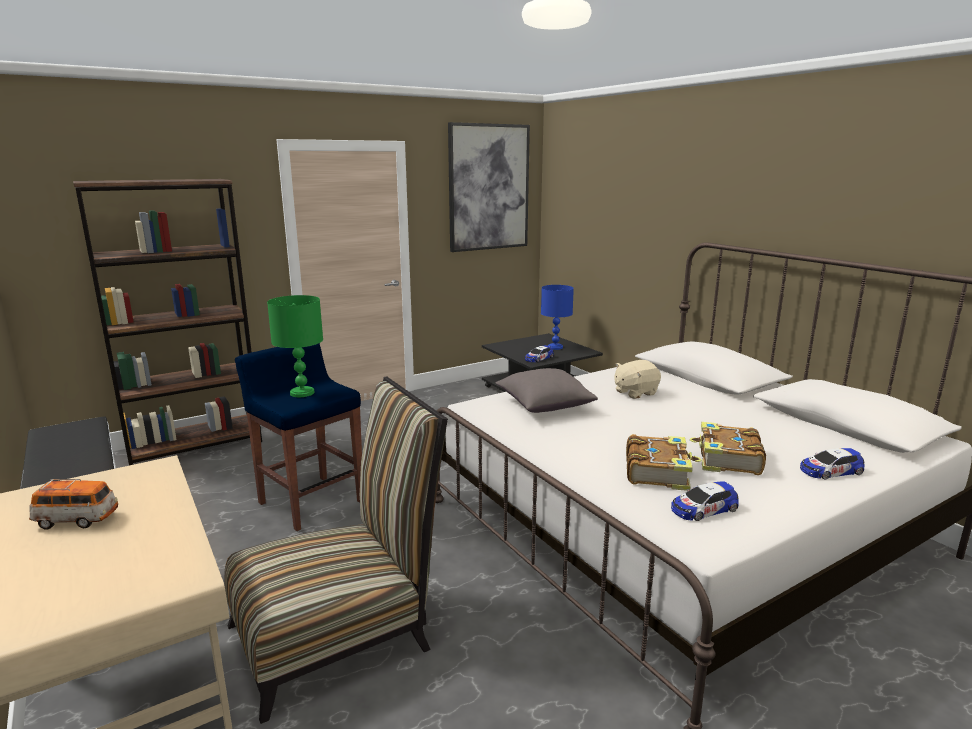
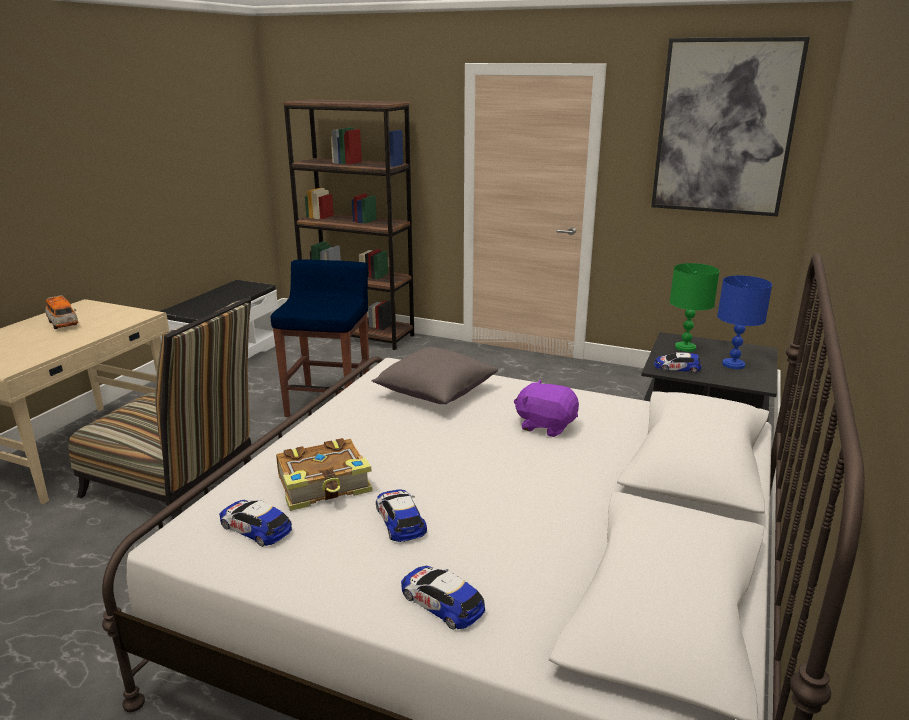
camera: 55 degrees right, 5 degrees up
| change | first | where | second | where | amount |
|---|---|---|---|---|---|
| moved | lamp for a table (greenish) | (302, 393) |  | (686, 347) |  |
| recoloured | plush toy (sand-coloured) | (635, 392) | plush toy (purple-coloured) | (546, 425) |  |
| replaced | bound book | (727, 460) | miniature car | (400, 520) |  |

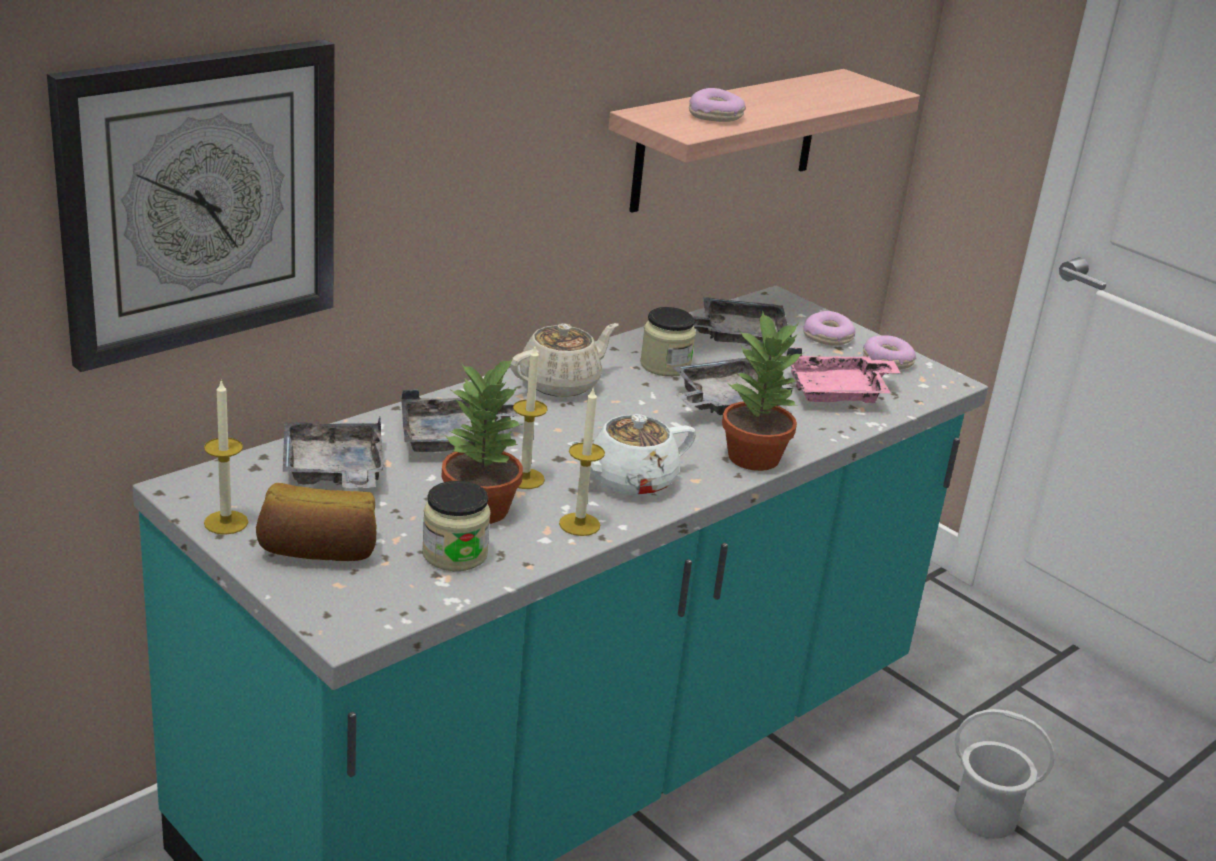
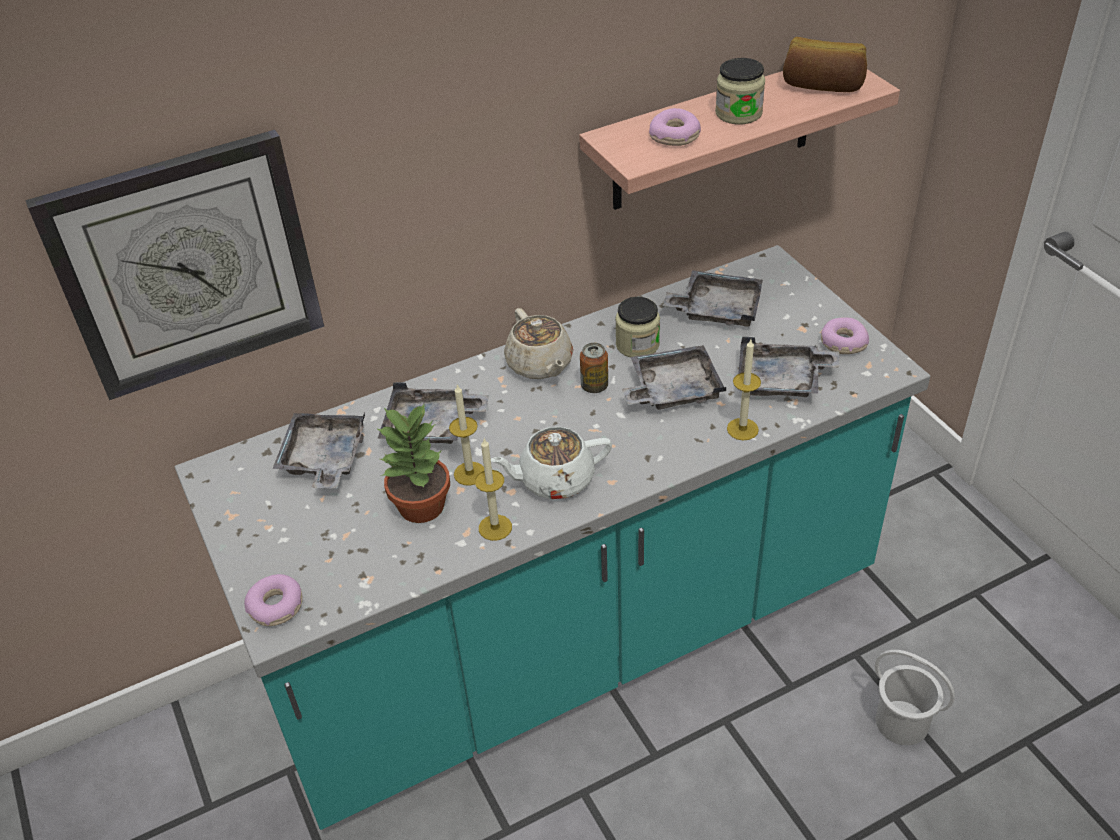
camera: 20 degrees right, 15 degrees up
| change | first | where | second | where | amount |
|---|---|---|---|---|---|
| moved | wax candle | (226, 522) |  | (742, 429) |  |
| moved | baked bread | (318, 551) |  | (822, 86) |  |
| moved | storage jar | (454, 554) |  | (738, 113) |  |
| turned | pot for tea (sand-coloured) | (561, 383) |  | (540, 365) | 90 degrees clockwise |
| removed | houseplant | (754, 457) |  |  |  |
| recoloured | carrying tray (pink) | (839, 393) | carrying tray (greyish) | (781, 381) |  |
| moved | ring doughnut | (828, 337) |  | (276, 606) |  |
| added |  |  | can | (594, 386) |  |

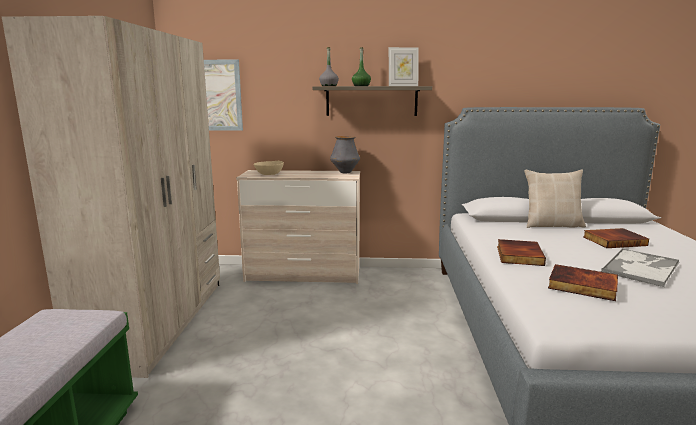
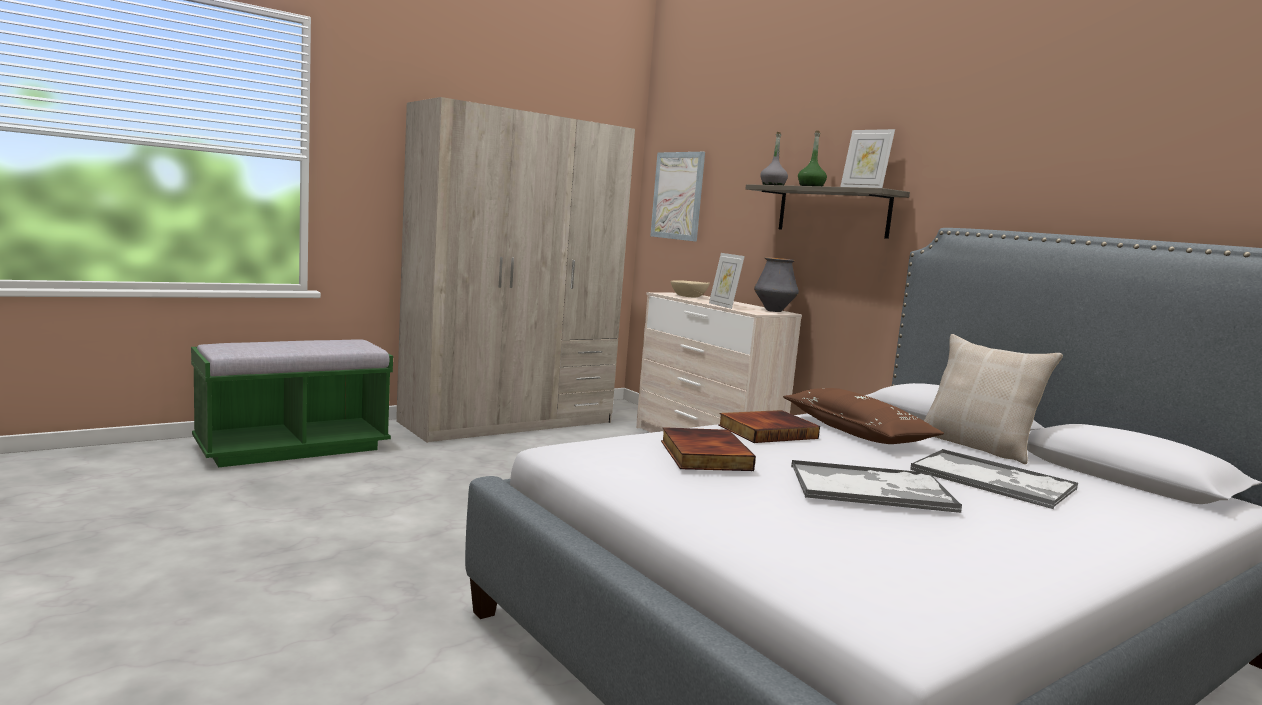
camera: 50 degrees right, 5 degrees down
| change | first | where | second | where | amount |
|---|---|---|---|---|---|
| replaced | bound book | (614, 241) | carrying tray | (993, 480) |  |
| added |  |  | photo frame | (723, 306) |  |
| added |  |  | pillow (brownish) | (856, 431) |  |

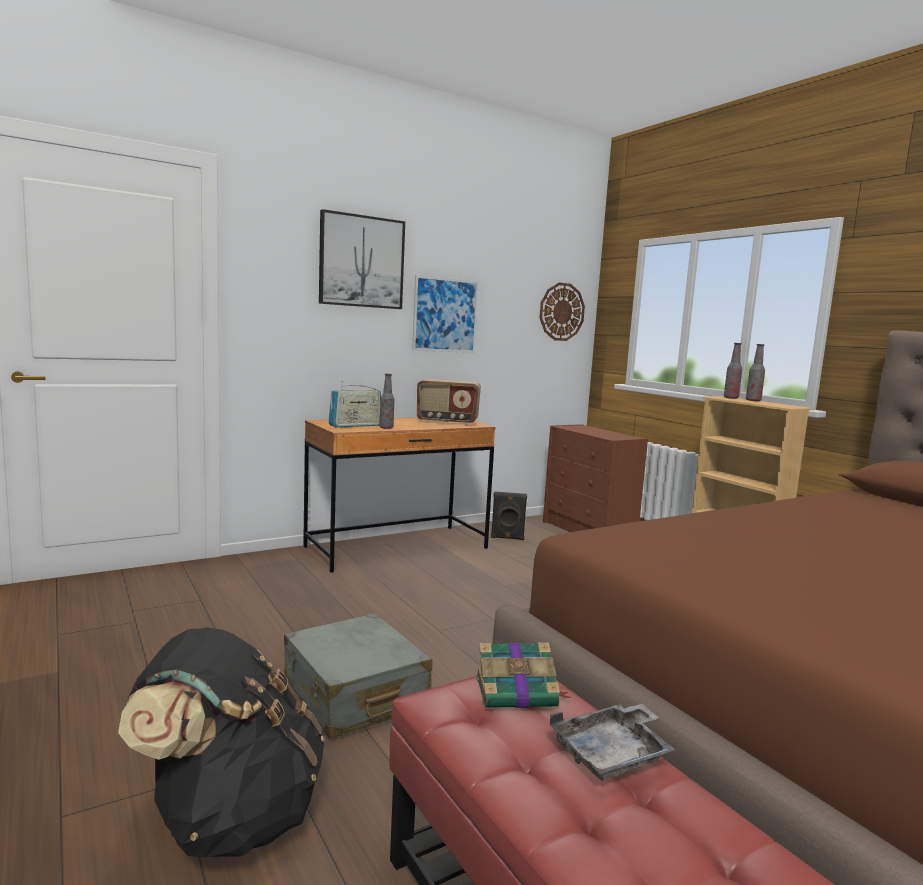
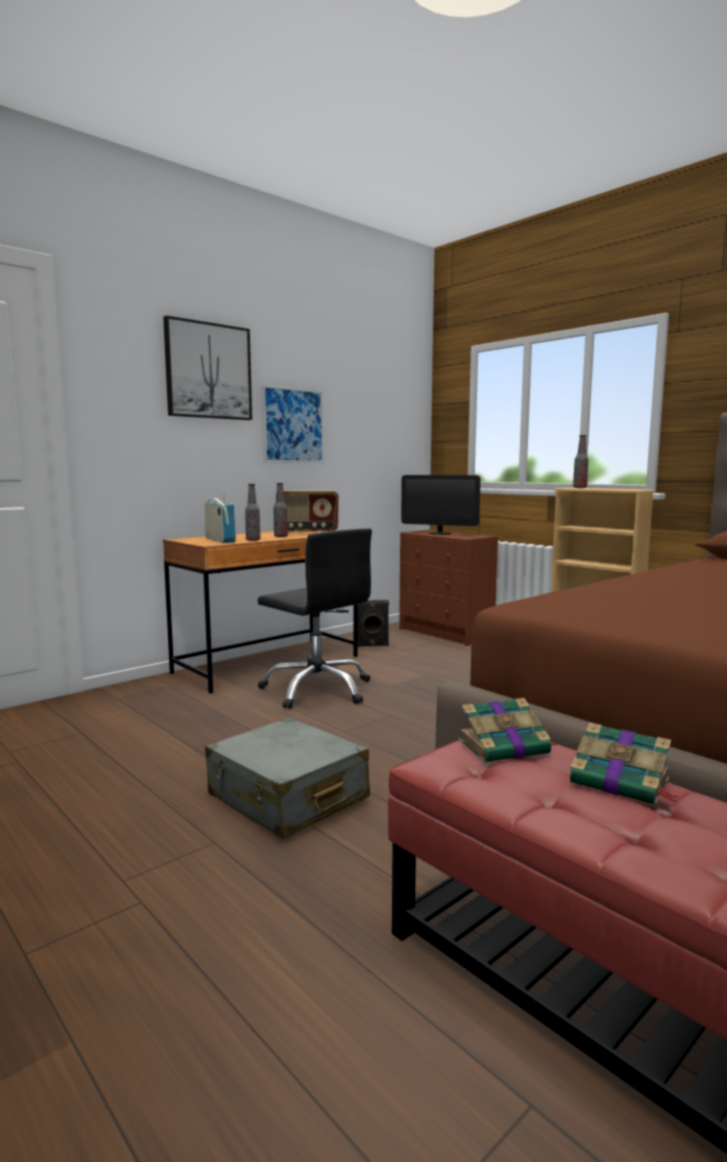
camera: 10 degrees left, 0 degrees up
| change | first | where | second | where | amount |
|---|---|---|---|---|---|
| removed | rucksack (blackish) | (230, 818) |  |  |  |
| turned | radio | (355, 425) |  | (220, 540) | 75 degrees counterclockwise |
| removed | clock on the wall | (561, 312) |  |  |  |
| replaced | carrying tray (greyish) | (612, 754) | bound book | (622, 782) |  |
| moved | bottle | (753, 400) |  | (280, 536) |  |
| added |  |  | computer chair (blackish) | (317, 690) |  |
| added |  |  | computer display | (439, 533) |  |

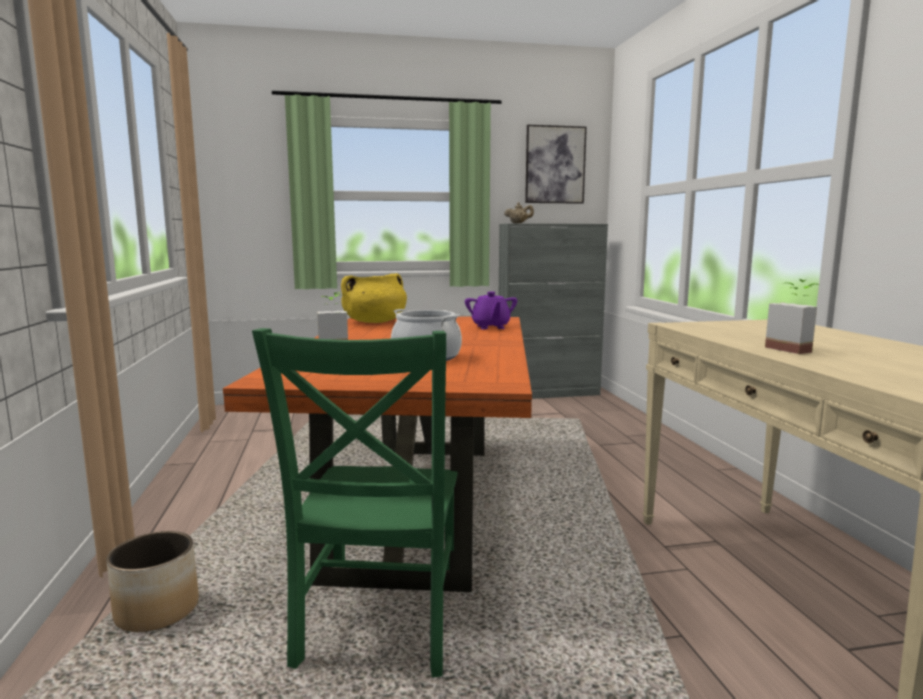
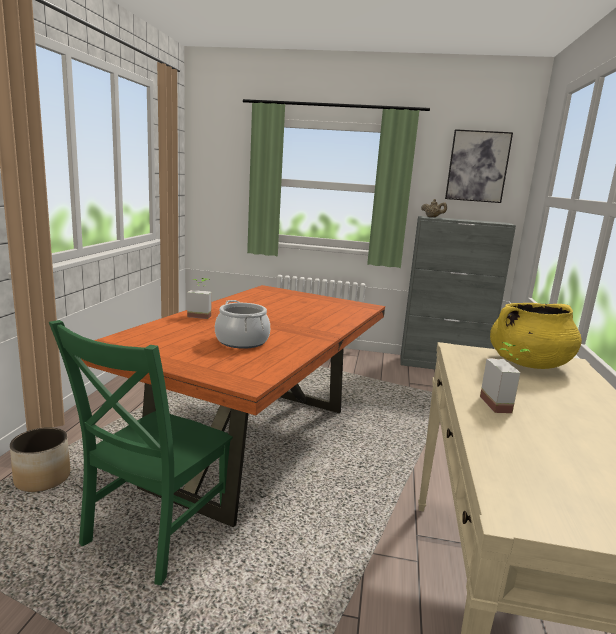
camera: 20 degrees right, 5 degrees up
| change | first | where | second | where | amount |
|---|---|---|---|---|---|
| moved | cooking pot (yellow) | (374, 322) |  | (528, 364) |  |
| removed | pot for tea (purple-coloured) | (490, 327) |  |  |  |

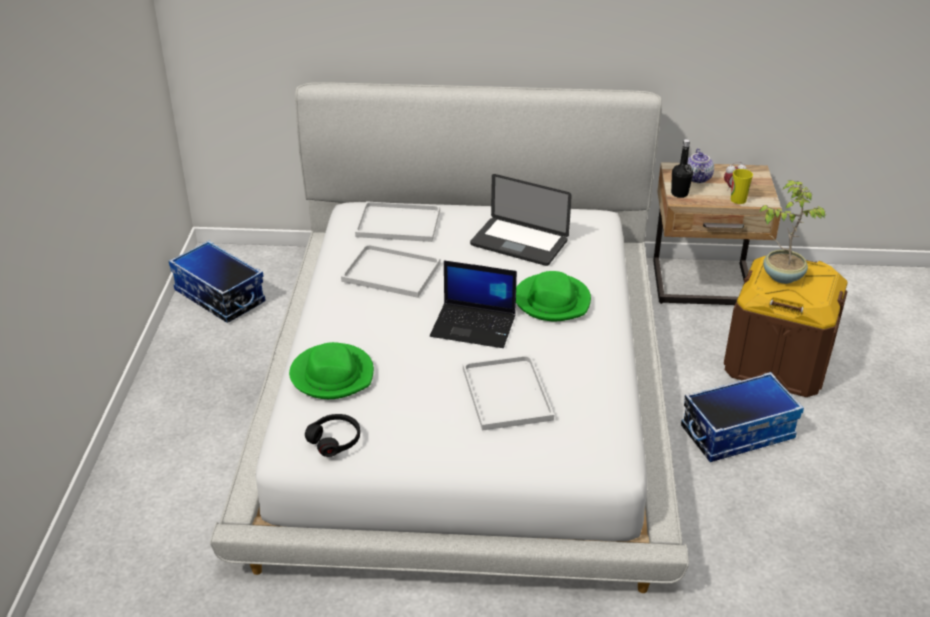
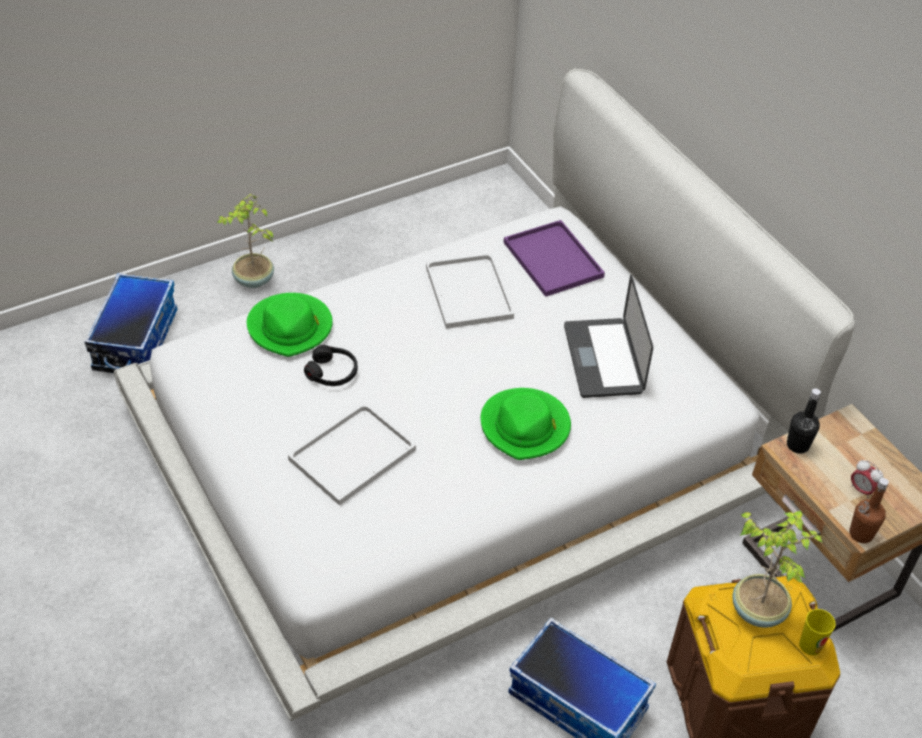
camera: 55 degrees right, 10 degrees up
| change | first | where | second | where | amount |
|---|---|---|---|---|---|
| moved | storage container | (219, 297) |  | (135, 340) |  |
| moved | headset (blackish) | (335, 440) |  | (332, 372) |  |
| recoloured | carrying tray (white) | (396, 224) | carrying tray (purple-coloured) | (551, 258) |  |
| removed | laptop | (474, 325) |  |  |  |
| removed | pot for tea | (698, 178) |  |  |  |
| moved | drinking cup | (738, 200) |  | (810, 645) |  |
| added |  |  | houseplant | (253, 280) |  |
| added |  |  | bottle (brownish) | (861, 534) |  |

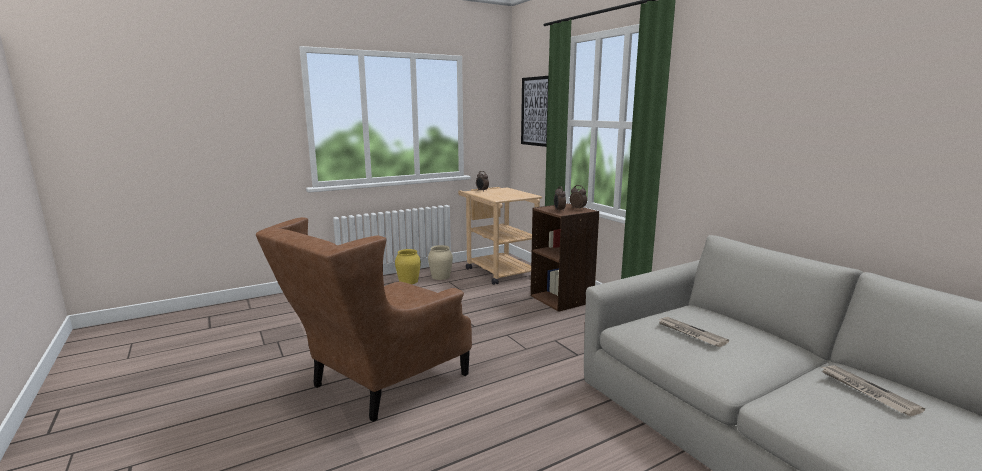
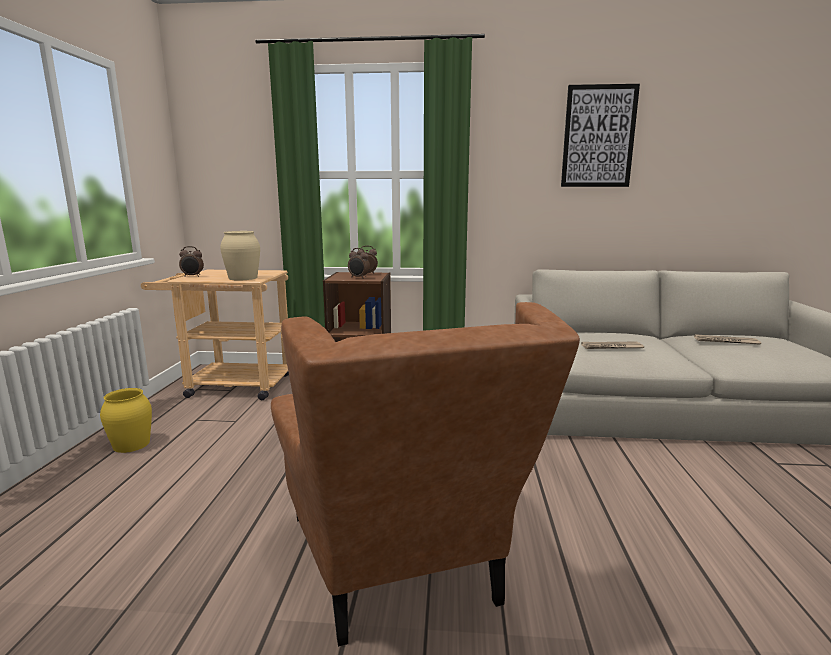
camera: 55 degrees left, 0 degrees up
| change | first | where | second | where | amount |
|---|---|---|---|---|---|
| moved | vase (sand-coloured) | (440, 276) |  | (243, 278) |  |
| moved | picture | (536, 111) |  | (598, 137) |  |

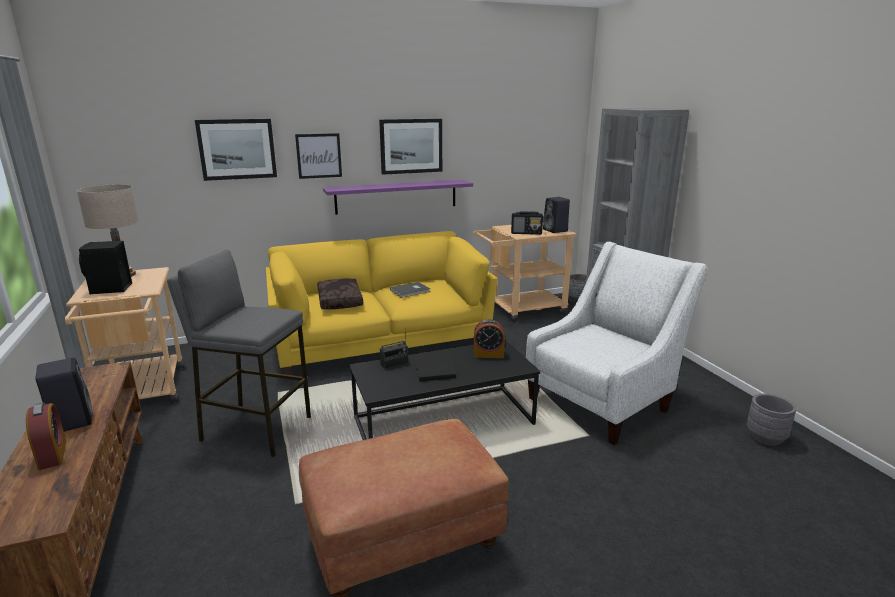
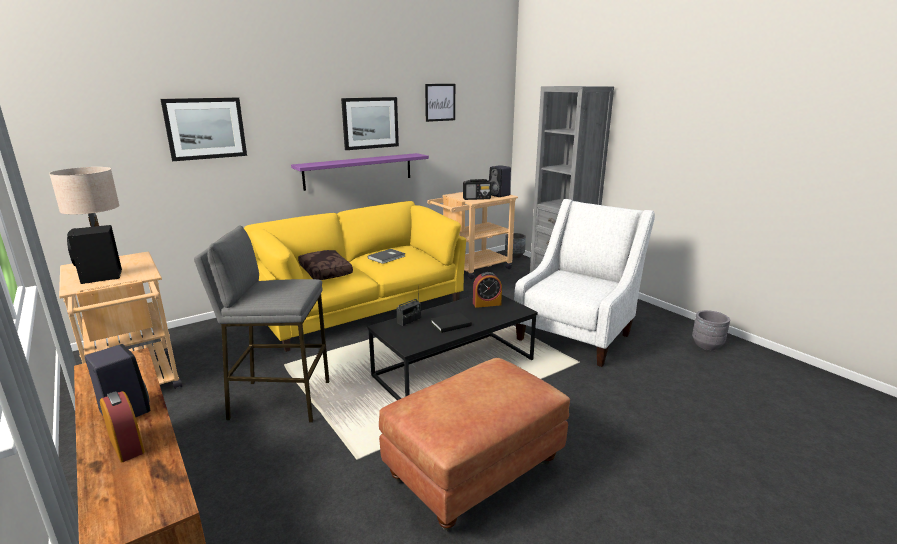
camera: 15 degrees left, 0 degrees up
| change | first | where | second | where | amount |
|---|---|---|---|---|---|
| moved | picture | (319, 156) |  | (440, 102) |  |

